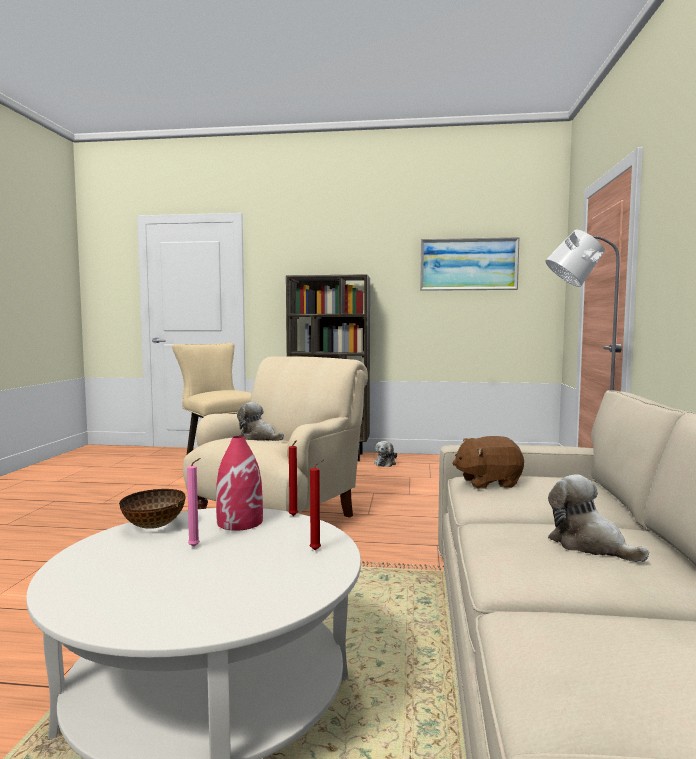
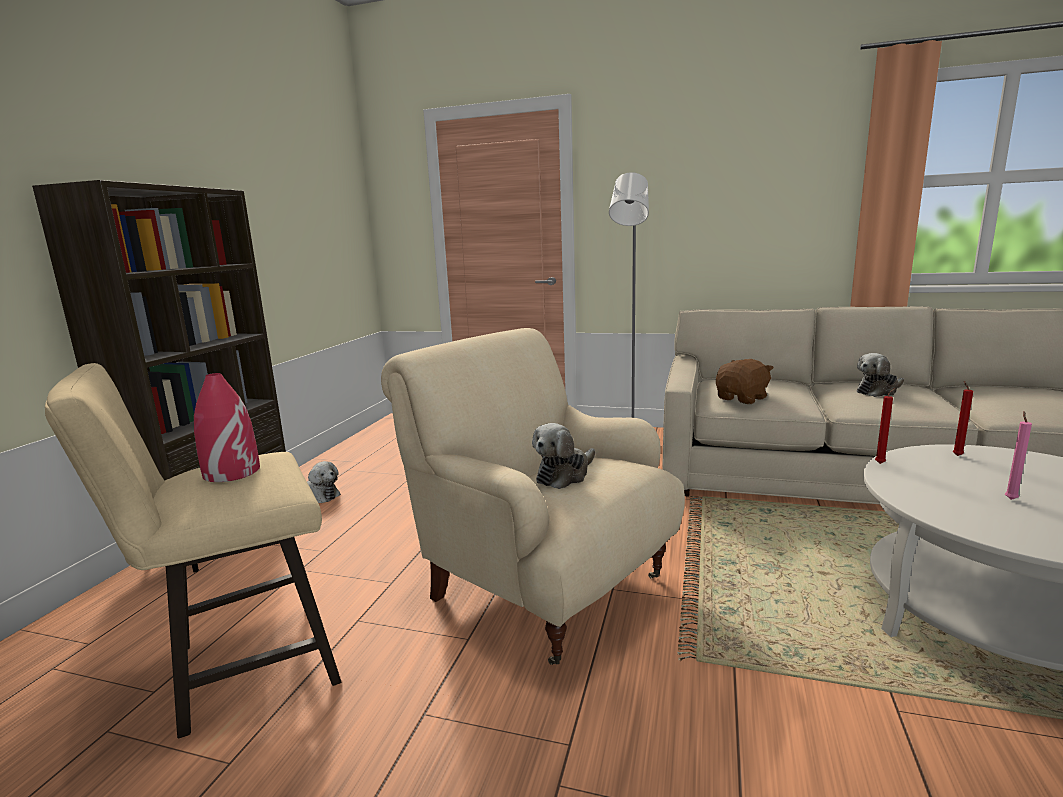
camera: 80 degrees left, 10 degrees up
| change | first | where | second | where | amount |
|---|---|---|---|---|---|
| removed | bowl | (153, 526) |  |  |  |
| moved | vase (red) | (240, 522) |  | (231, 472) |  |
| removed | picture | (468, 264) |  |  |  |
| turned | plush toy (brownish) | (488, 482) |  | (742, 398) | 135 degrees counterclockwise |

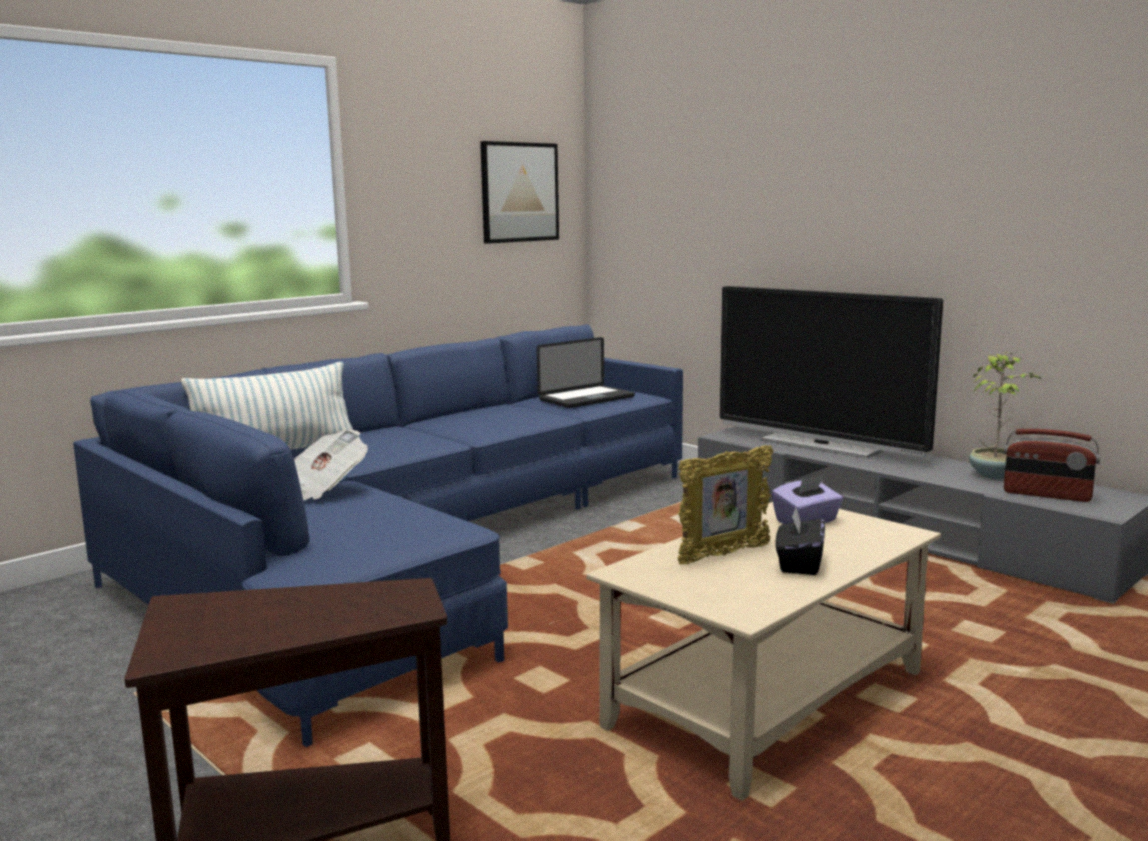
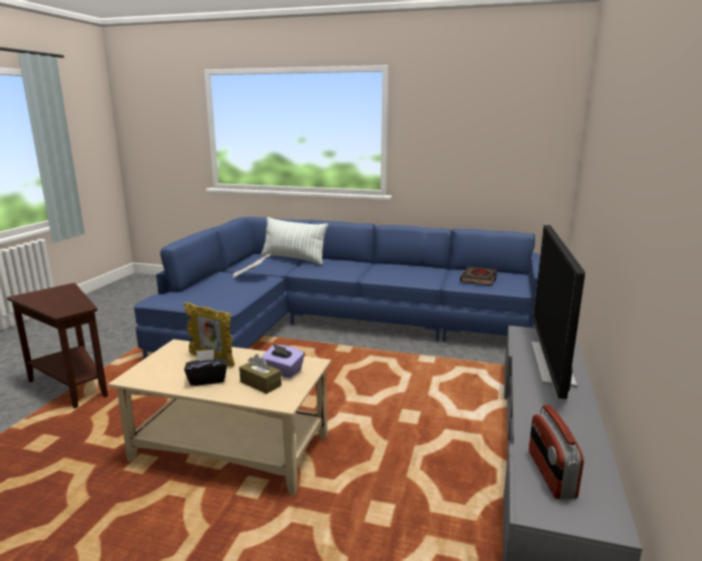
camera: 60 degrees right, 5 degrees up
| change | first | where | second | where | amount |
|---|---|---|---|---|---|
| removed | picture | (519, 192) |  |  |  |
| replaced | laptop | (586, 399) | bound book (blackish) | (479, 279) |  |
| removed | houseplant | (995, 475) |  |  |  |
| added |  |  | tissue holder (brownish) | (260, 383) |  |

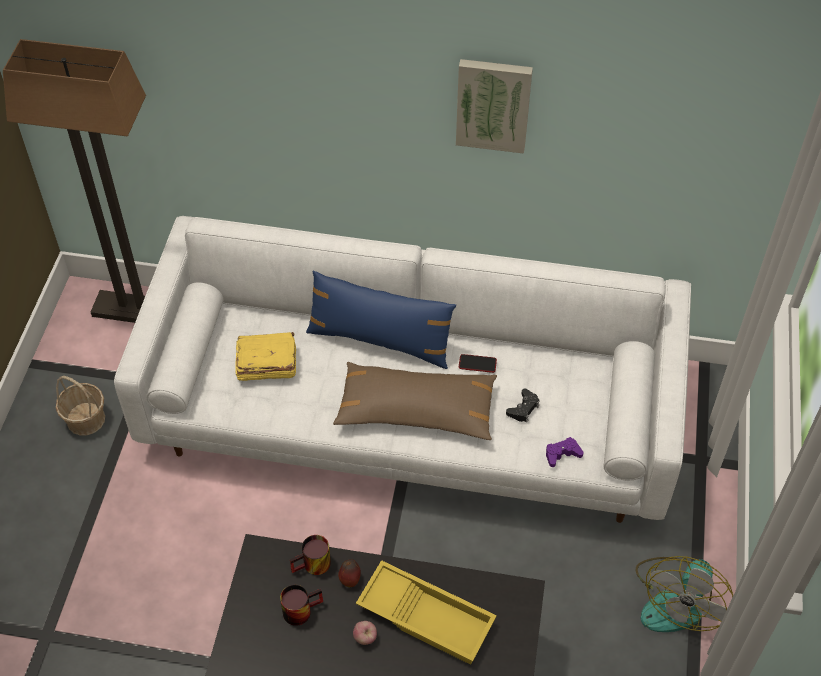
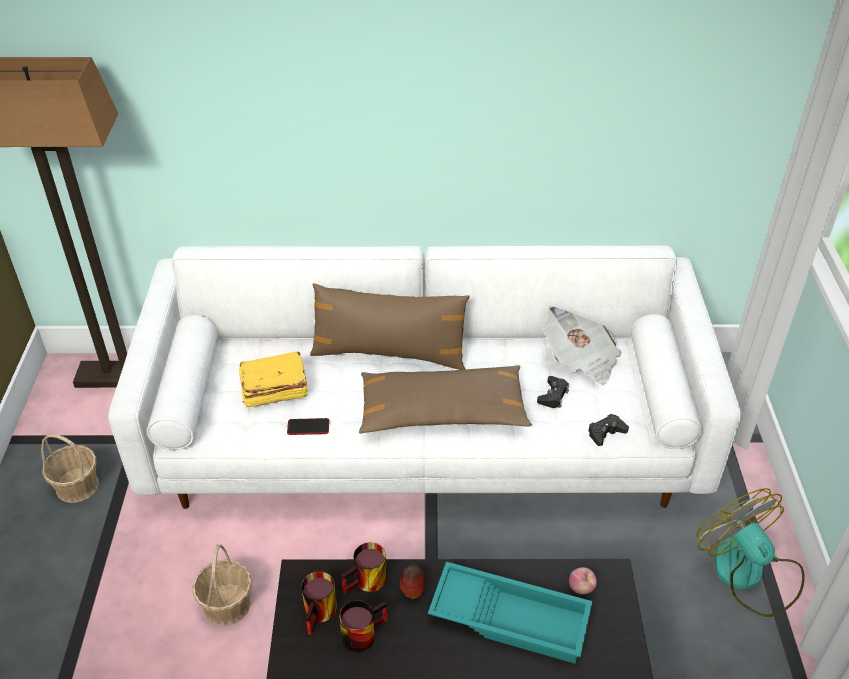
camera: 10 degrees left, 10 degrees down
| change | first | where | second | where | amount |
|---|---|---|---|---|---|
| recoloured | pillow (blue) | (380, 340) | pillow (brownish) | (389, 353) |  |
| moved | apple | (365, 638) |  | (581, 588) |  |
| recoloured | carrying tray (yellow) | (427, 616) | carrying tray (turquoise-coloured) | (511, 616) |  |
| removed | picture | (493, 104) |  |  |  |
| moved | telephone | (477, 364) |  | (308, 427) |  |
| recoloured | joypad (purple-coloured) | (562, 454) | joypad (blackish) | (606, 433) |  |
| turned | cooling fan | (677, 599) |  | (748, 574) | 135 degrees clockwise |
| added |  |  | household basket | (227, 604) |  |
| added |  |  | mug | (321, 614) |  |
| added |  |  | printed paper | (580, 358) |  |

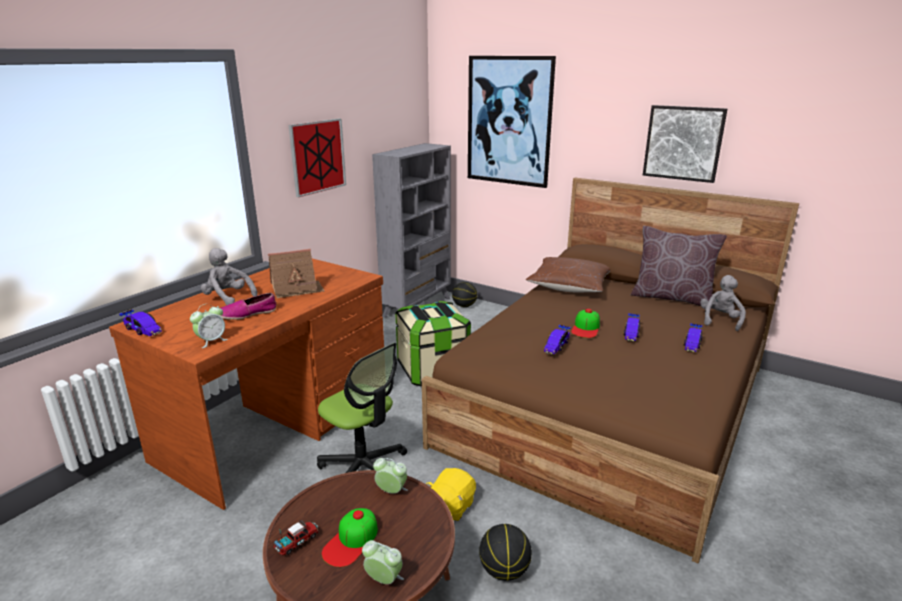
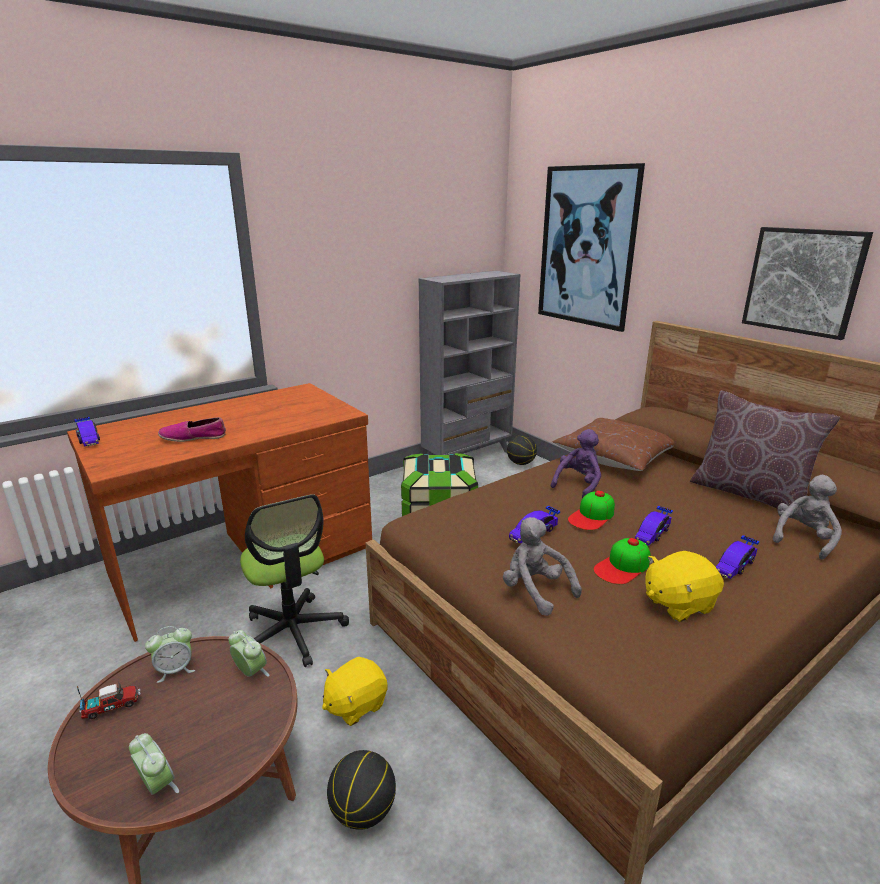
camera: 20 degrees right, 0 degrees up
| change | first | where | second | where | amount |
|---|---|---|---|---|---|
| moved | table clock | (211, 341) |  | (175, 670) |  |
| moved | plush toy (greyish) | (228, 298) |  | (535, 591) |  |
| removed | toy house | (297, 289) |  |  |  |
| removed | picture | (318, 156) |  |  |  |
| moved | baseball cap | (351, 541) |  | (622, 566) |  |
| added |  |  | plush toy (purple-coloured) | (578, 485) |  |
| added |  |  | plush toy (yellow) | (677, 603) |  |

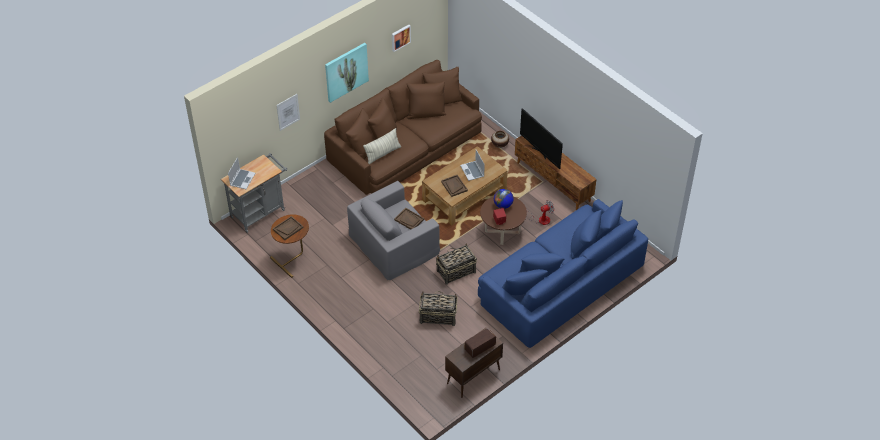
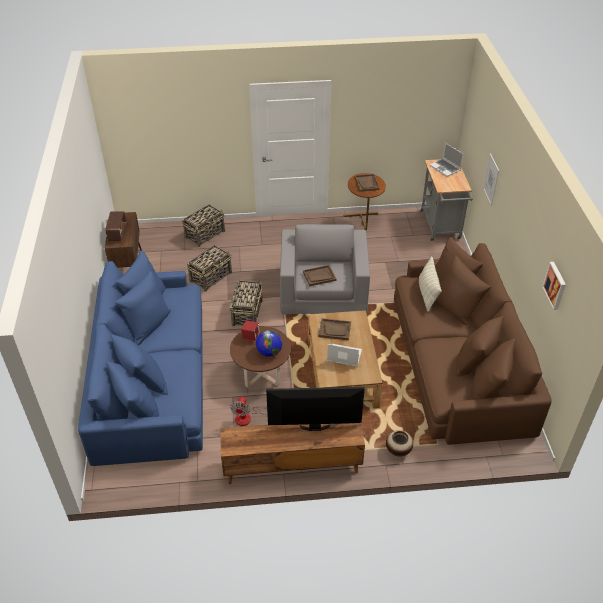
camera: 125 degrees right, 5 degrees down
| change | first | where | second | where | amount |
|---|---|---|---|---|---|
| removed | picture | (346, 71) |  |  |  |
| added |  |  | household basket | (205, 234) |  |

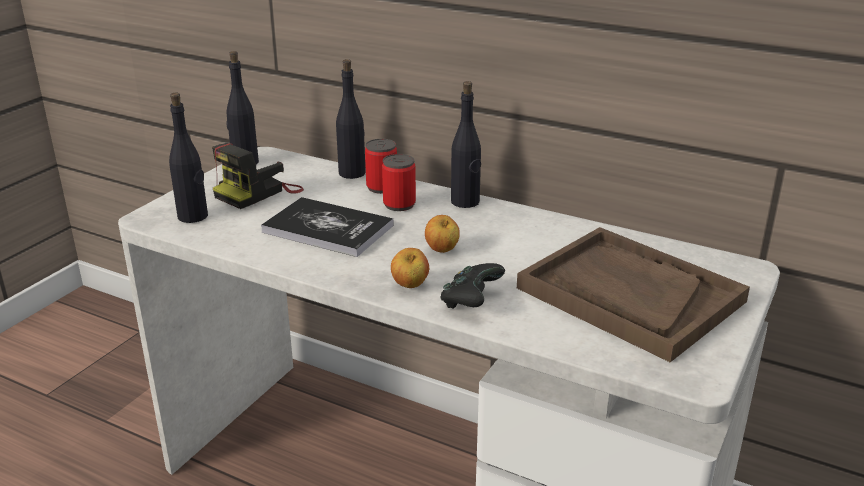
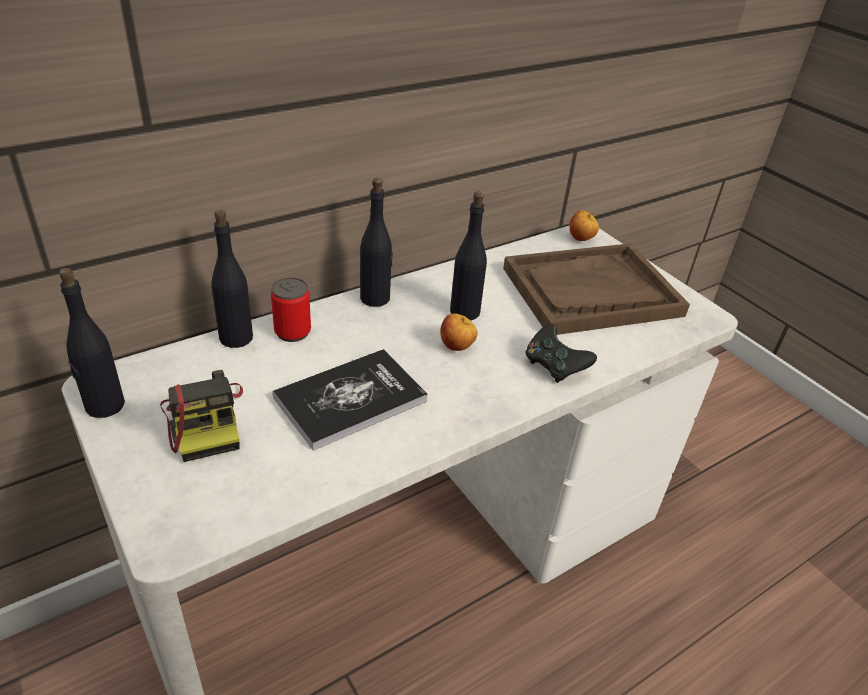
camera: 65 degrees left, 10 degrees up
| change | first | where | second | where | amount |
|---|---|---|---|---|---|
| moved | bottle (blackish) | (193, 216) |  | (465, 312) |  |
| removed | can | (399, 204) |  |  |  |
| moved | apple | (410, 286) |  | (581, 239) |  |

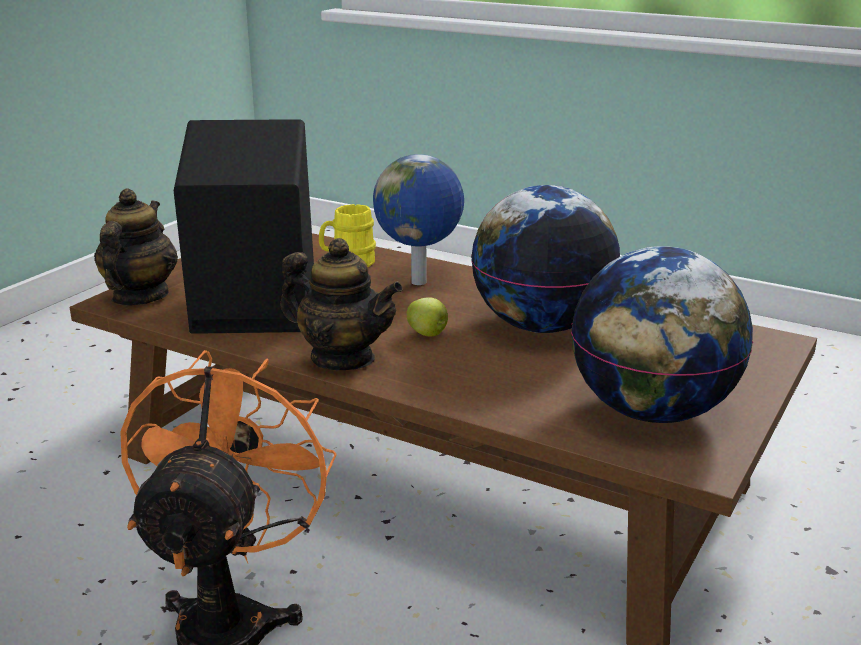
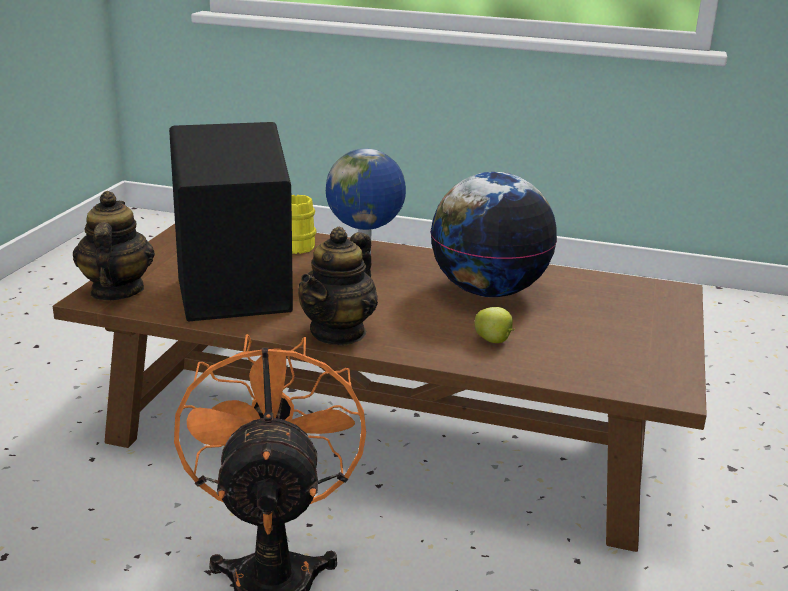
camera: 15 degrees left, 0 degrees up
| change | first | where | second | where | amount |
|---|---|---|---|---|---|
| turned | pot for tea | (342, 358) |  | (338, 332) | 105 degrees clockwise |
| moved | apple | (428, 334) |  | (494, 341) |  |
| removed | globe | (651, 411) |  |  |  |

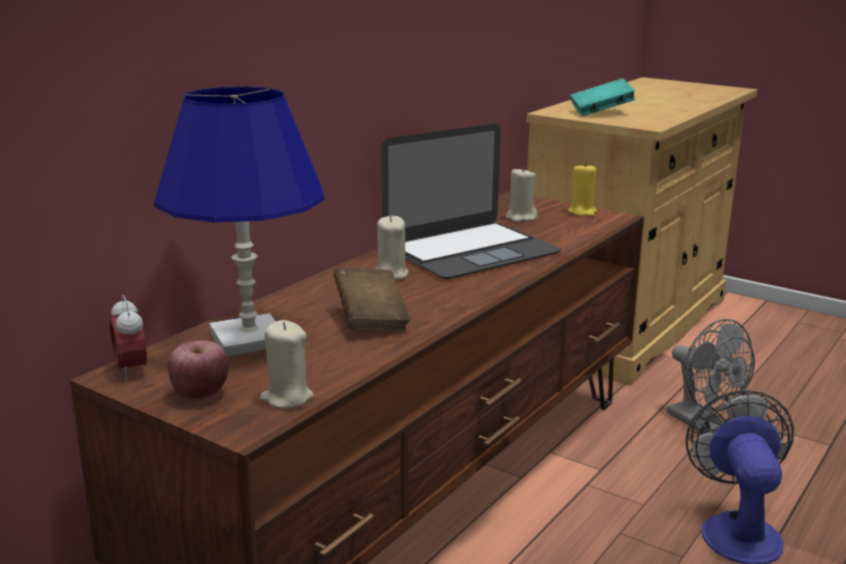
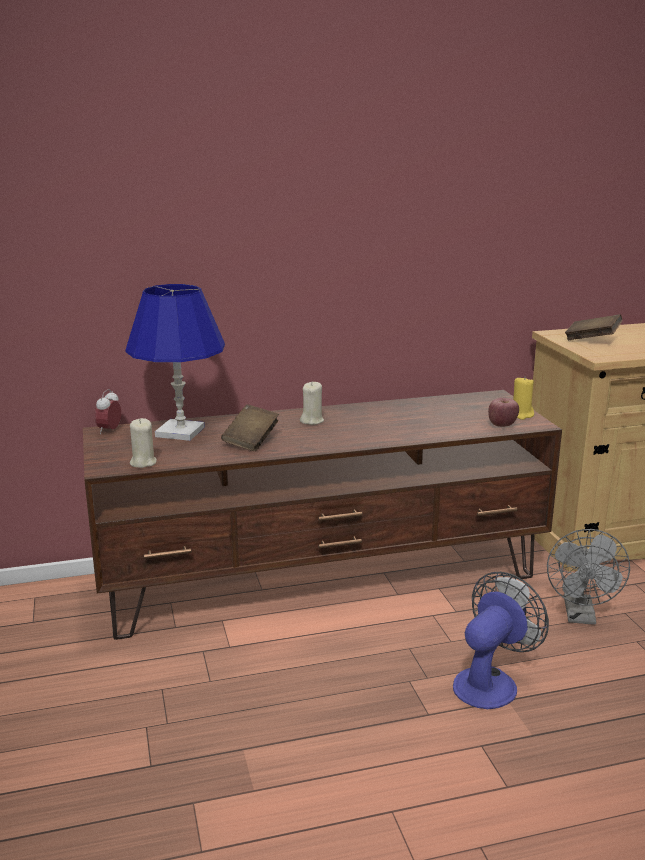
camera: 40 degrees right, 0 degrees up
| change | first | where | second | where | amount |
|---|---|---|---|---|---|
| moved | apple | (200, 394) |  | (502, 425) |  |
| removed | laptop | (471, 250) |  |  |  |
| removed | wax candle (sand-coloured) | (520, 217) |  |  |  |
| recoloured | bound book (turquoise-coloured) | (601, 112) | bound book (brownish) | (592, 340) |  |

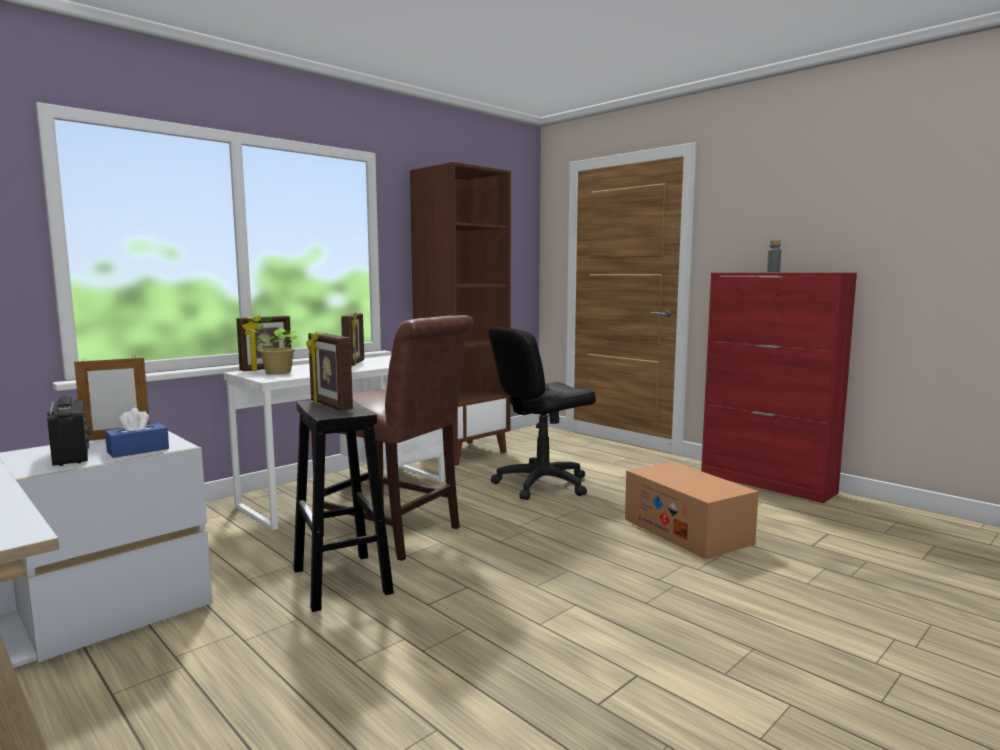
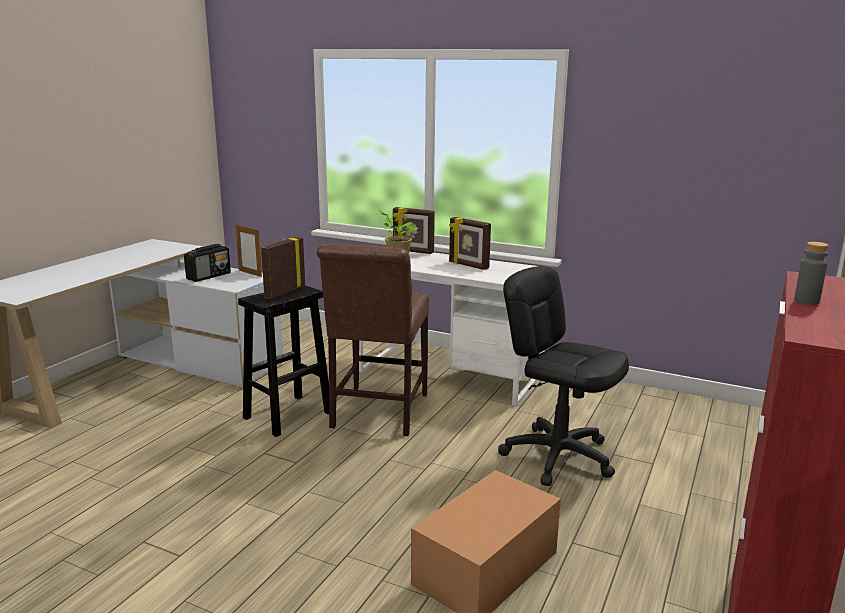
camera: 70 degrees right, 10 degrees up
| change | first | where | second | where | amount |
|---|---|---|---|---|---|
| removed | tissue holder (blue) | (138, 450) |  |  |  |
| turned | photo frame | (354, 363) |  | (468, 265) | 60 degrees clockwise |
| removed | bookshelf (brownish) | (463, 453) |  |  |  |

